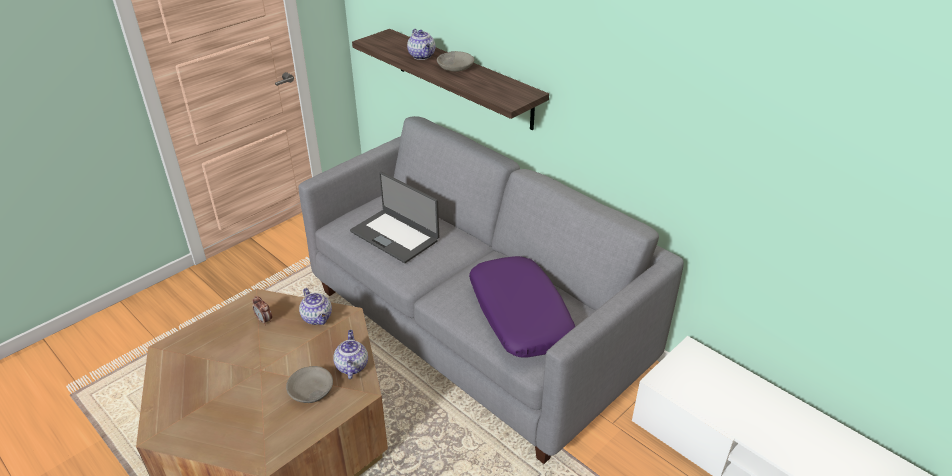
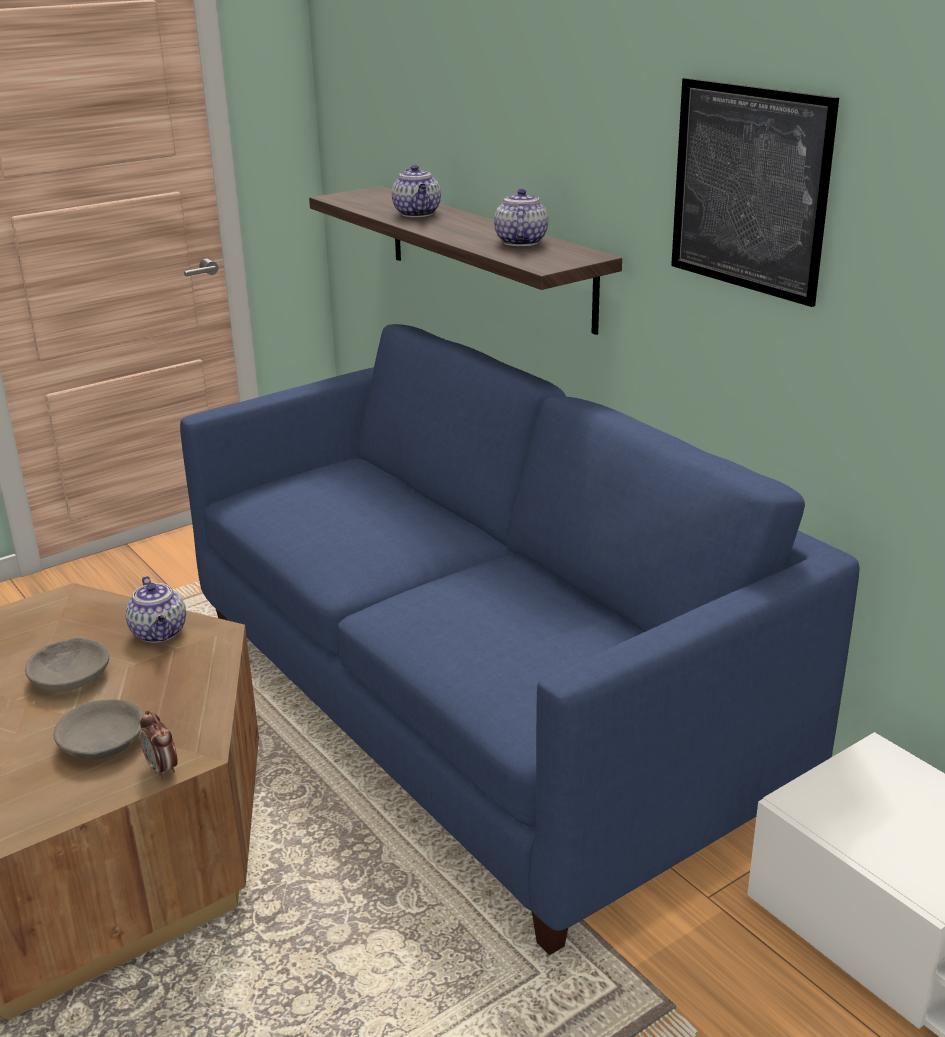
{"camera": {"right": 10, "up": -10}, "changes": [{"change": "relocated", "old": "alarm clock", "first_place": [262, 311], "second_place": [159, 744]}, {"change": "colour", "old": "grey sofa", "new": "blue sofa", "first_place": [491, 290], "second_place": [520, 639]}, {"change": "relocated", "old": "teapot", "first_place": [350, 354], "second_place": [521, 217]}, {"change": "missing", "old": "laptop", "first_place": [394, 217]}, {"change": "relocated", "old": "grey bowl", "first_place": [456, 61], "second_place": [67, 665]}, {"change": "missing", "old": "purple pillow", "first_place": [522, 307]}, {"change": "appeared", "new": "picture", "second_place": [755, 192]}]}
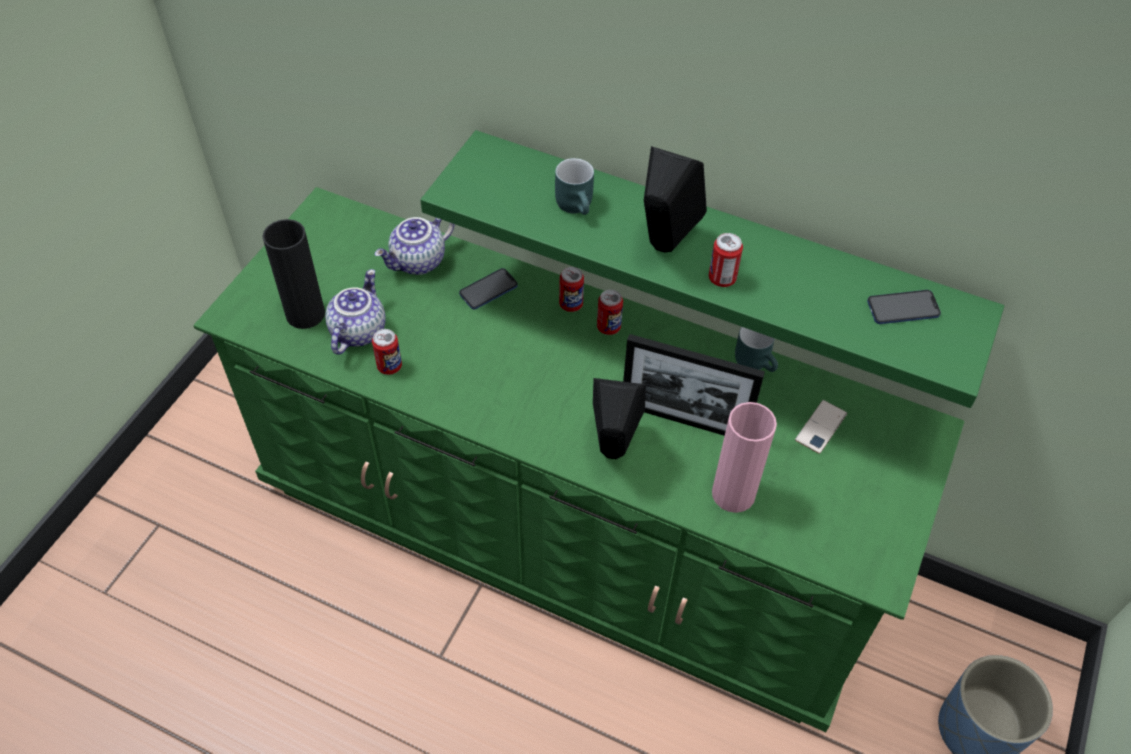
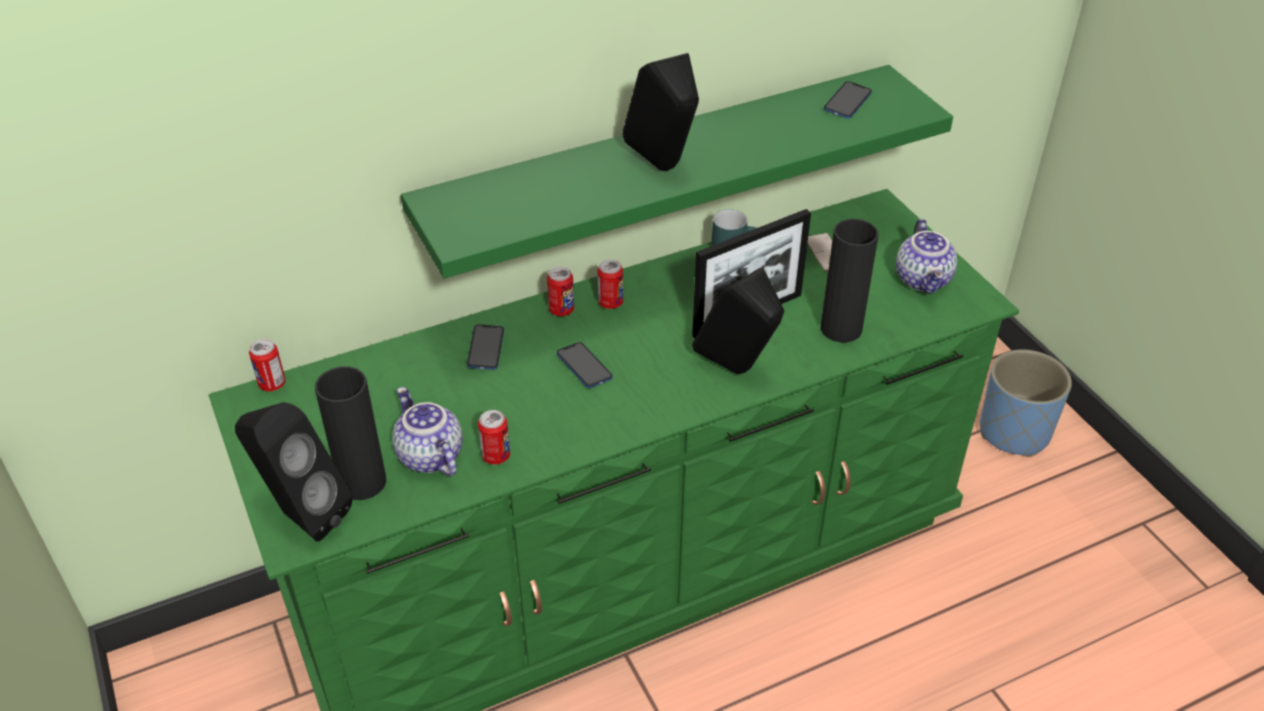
{"camera": {"right": -50, "up": -10}, "changes": [{"change": "relocated", "old": "teapot", "first_place": [414, 246], "second_place": [926, 256]}, {"change": "missing", "old": "turquoise mug", "first_place": [574, 186]}, {"change": "relocated", "old": "can", "first_place": [726, 260], "second_place": [267, 365]}, {"change": "colour", "old": "pink vase", "new": "black vase", "first_place": [744, 457], "second_place": [849, 281]}, {"change": "appeared", "new": "black speaker", "second_place": [294, 472]}, {"change": "appeared", "new": "phone", "second_place": [585, 365]}]}
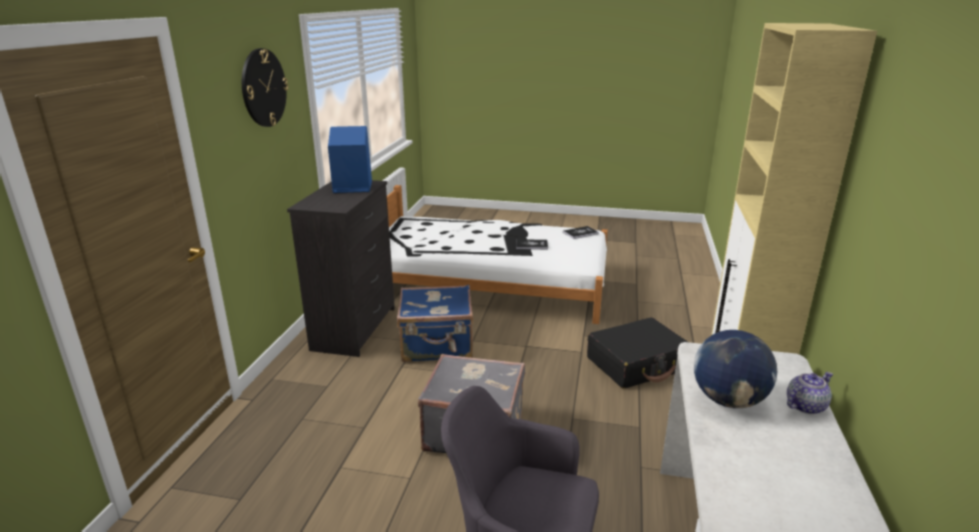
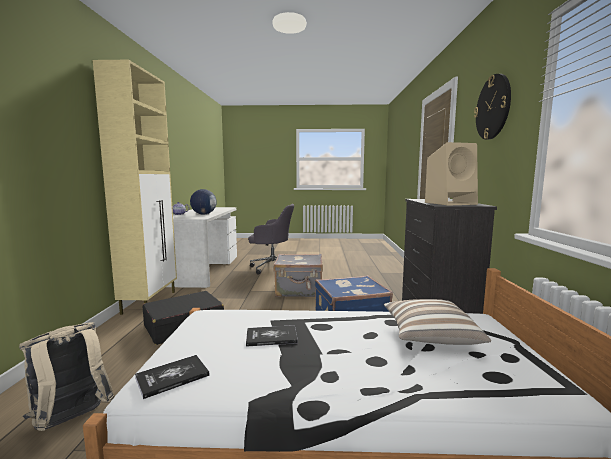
{"camera": {"right": 170, "up": -15}, "changes": [{"change": "colour", "old": "blue speaker", "new": "beige speaker", "first_place": [350, 159], "second_place": [451, 174]}, {"change": "appeared", "new": "beige backpack", "second_place": [67, 376]}, {"change": "appeared", "new": "pillow", "second_place": [437, 322]}]}
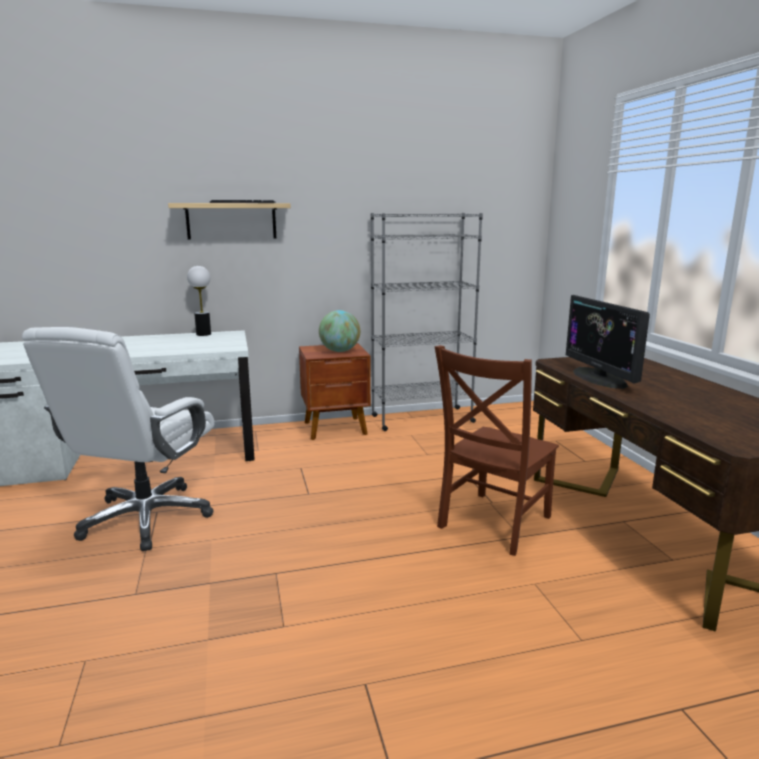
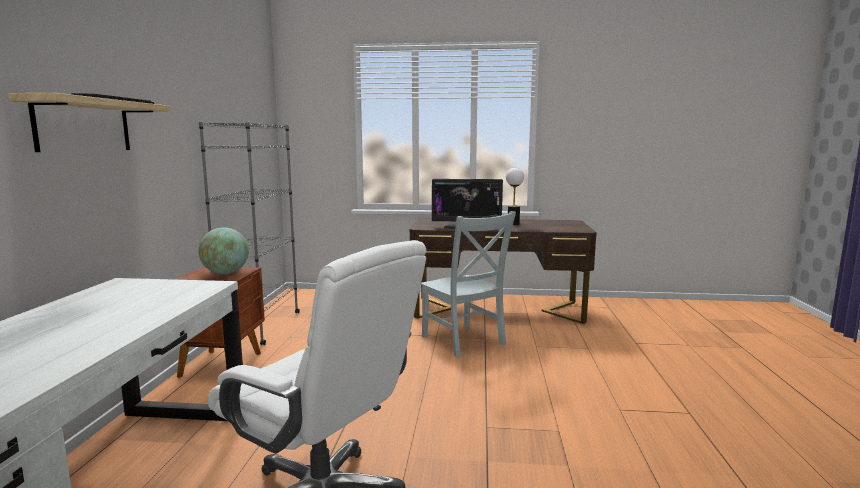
{"camera": {"right": -70, "up": -5}, "changes": [{"change": "relocated", "old": "table lamp", "first_place": [199, 301], "second_place": [515, 196]}, {"change": "colour", "old": "brown chair", "new": "grey chair", "first_place": [497, 450], "second_place": [468, 284]}]}
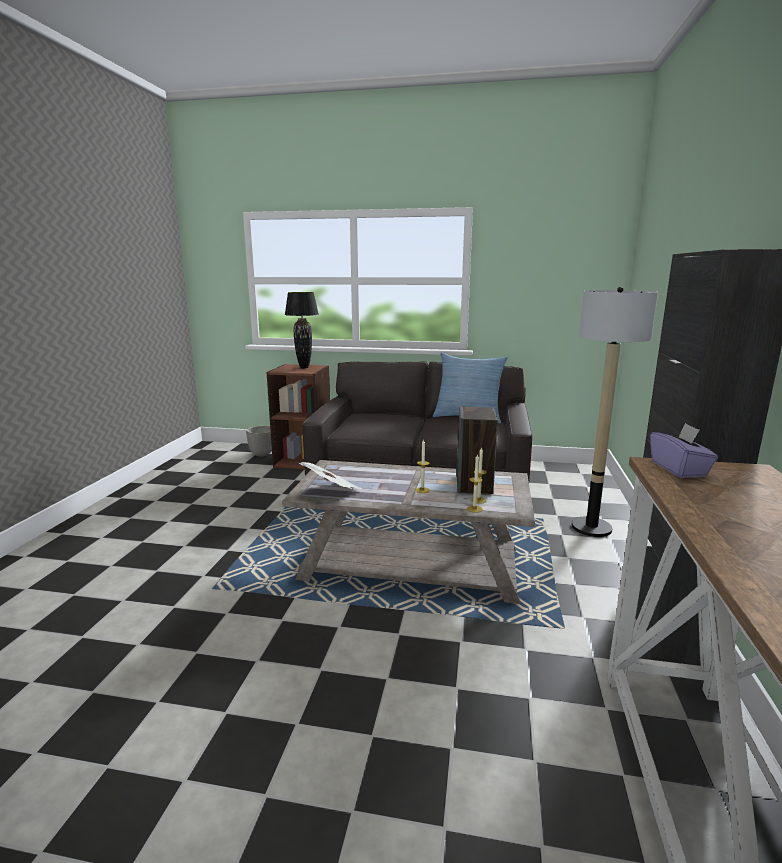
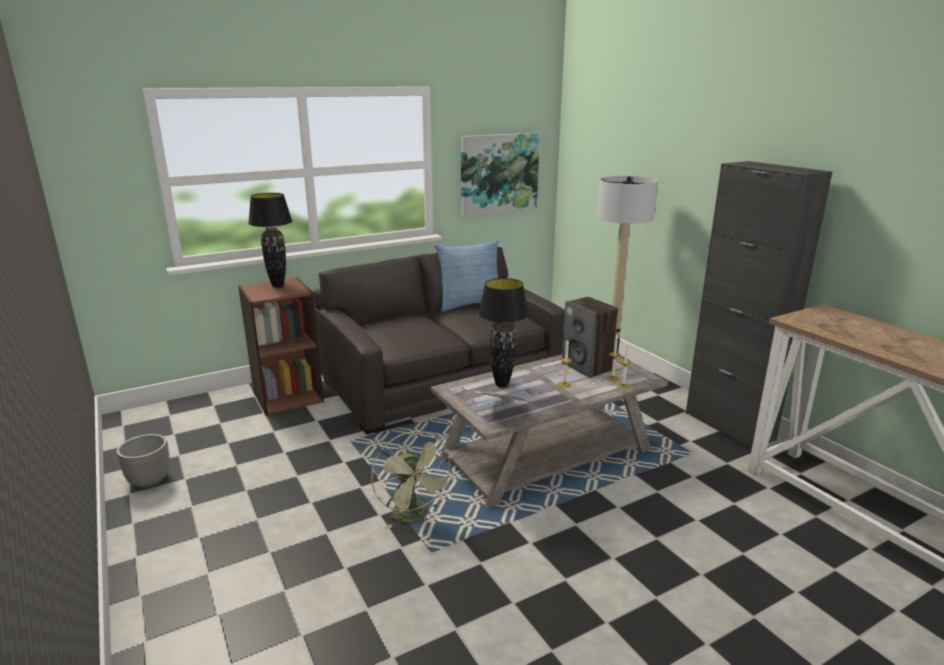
{"camera": {"right": -40, "up": 5}, "changes": [{"change": "relocated", "old": "planter", "first_place": [259, 441], "second_place": [143, 461]}, {"change": "missing", "old": "purple tissue box", "first_place": [684, 450]}, {"change": "appeared", "new": "green fan", "second_place": [412, 480]}, {"change": "appeared", "new": "picture", "second_place": [500, 174]}, {"change": "appeared", "new": "black table lamp", "second_place": [503, 332]}]}
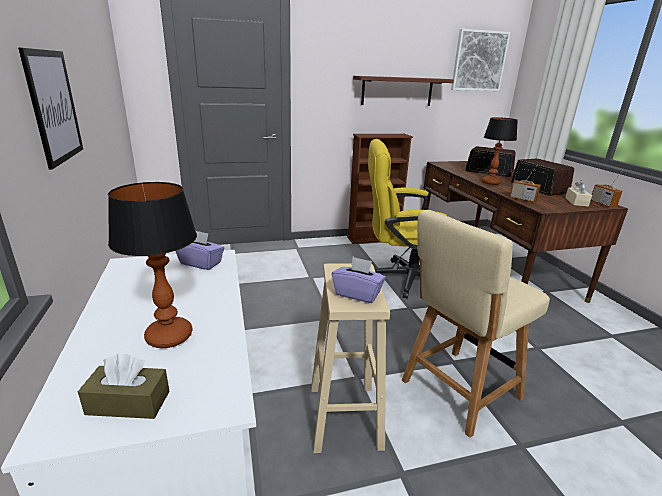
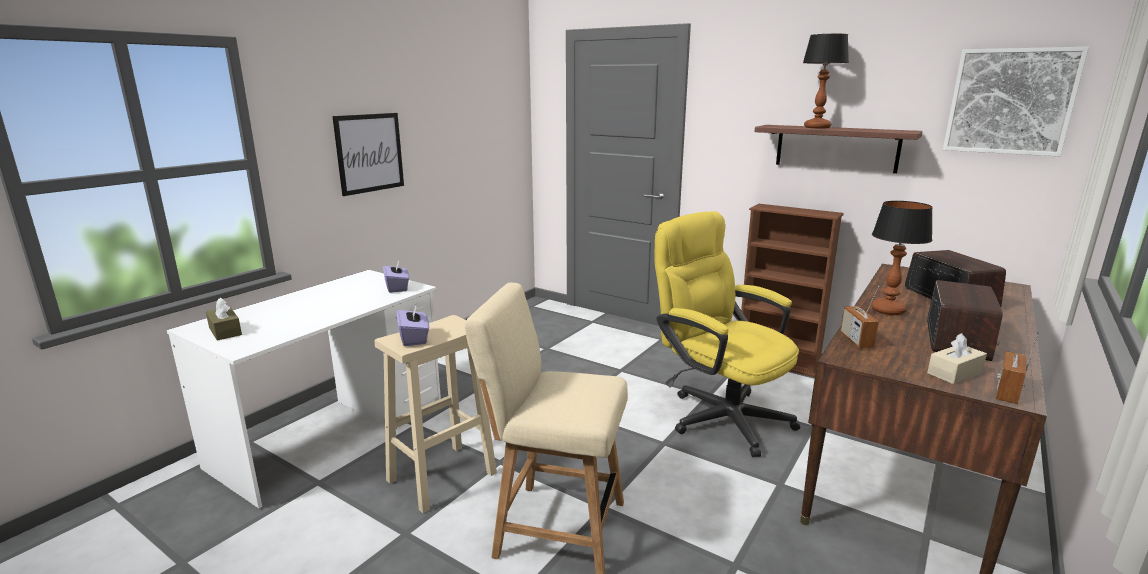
{"camera": {"right": 50, "up": -5}, "changes": [{"change": "relocated", "old": "table lamp", "first_place": [152, 265], "second_place": [826, 81]}]}
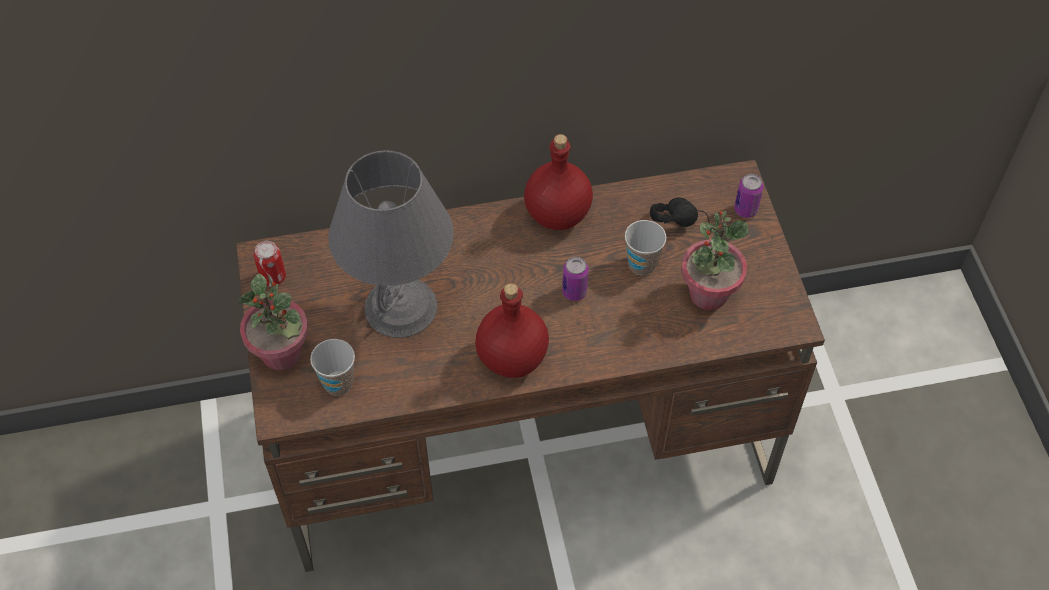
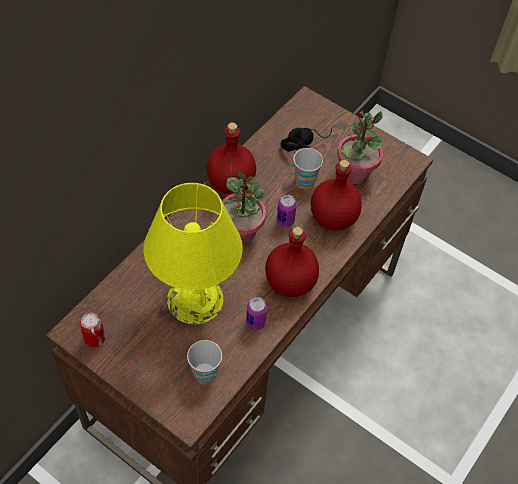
{"camera": {"right": -45, "up": 0}, "changes": [{"change": "relocated", "old": "potted plant", "first_place": [273, 322], "second_place": [242, 208]}, {"change": "colour", "old": "grey table lamp", "new": "yellow table lamp", "first_place": [391, 244], "second_place": [193, 253]}, {"change": "relocated", "old": "can", "first_place": [748, 196], "second_place": [256, 313]}, {"change": "appeared", "new": "red bottle", "second_place": [336, 195]}]}
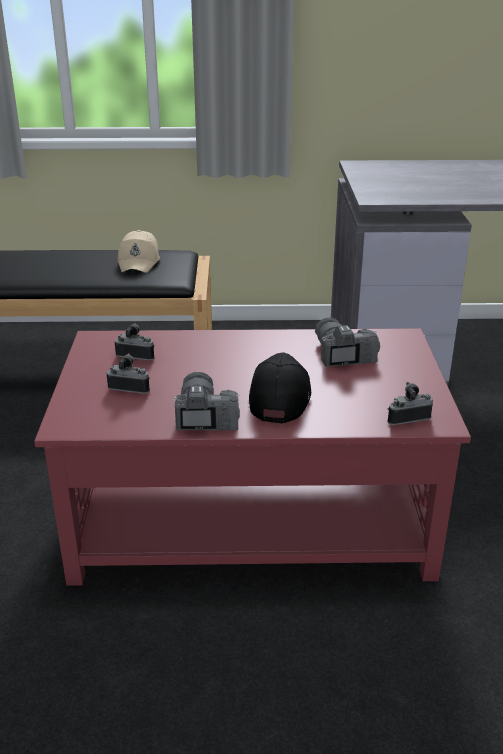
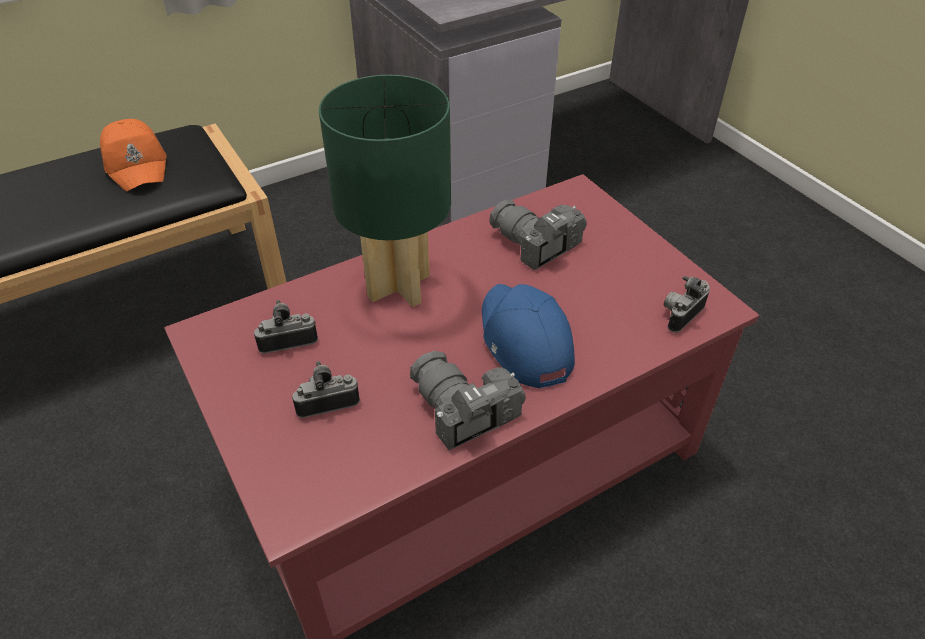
{"camera": {"right": -30, "up": 15}, "changes": [{"change": "colour", "old": "beige cap", "new": "orange cap", "first_place": [139, 251], "second_place": [133, 155]}, {"change": "colour", "old": "black cap", "new": "blue cap", "first_place": [280, 388], "second_place": [528, 336]}, {"change": "appeared", "new": "green table lamp", "second_place": [385, 191]}]}
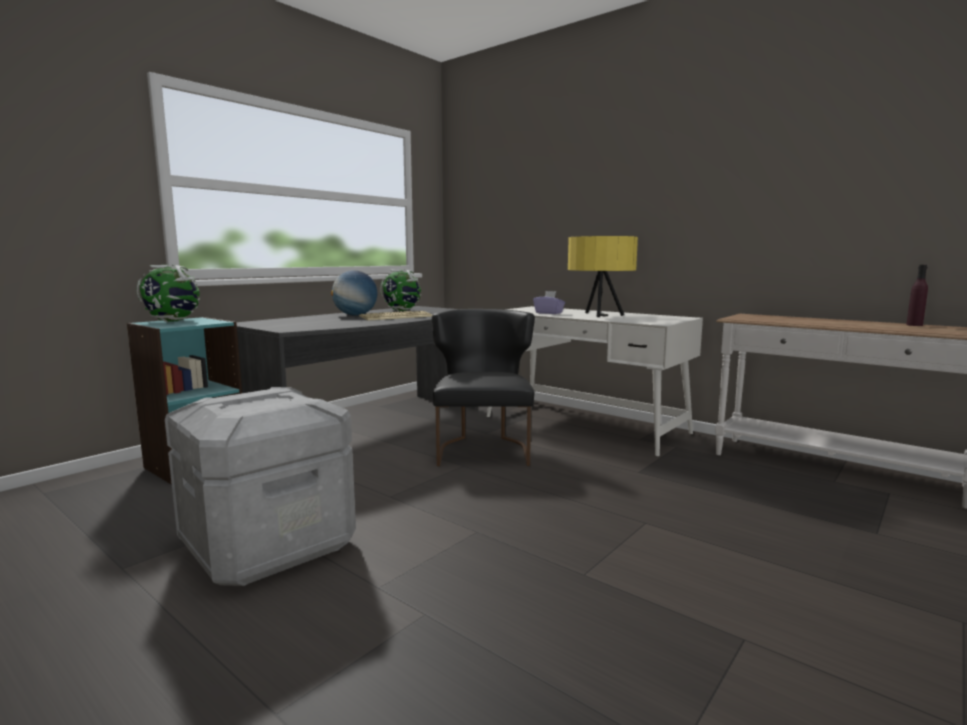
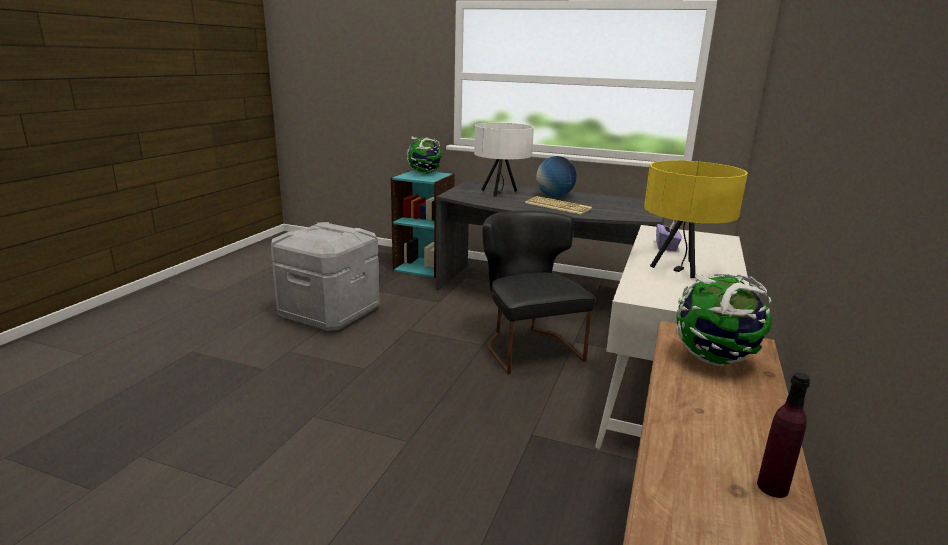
{"camera": {"right": 70, "up": 10}, "changes": [{"change": "relocated", "old": "globe", "first_place": [400, 290], "second_place": [724, 319]}, {"change": "spun", "old": "black chair", "first_place": [483, 387], "second_place": [539, 292], "degrees": -90}, {"change": "appeared", "new": "white table lamp", "second_place": [504, 160]}]}
